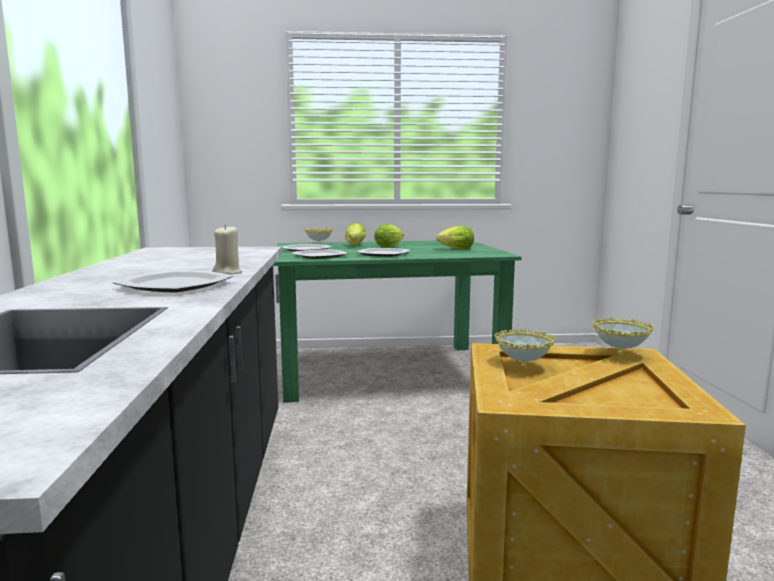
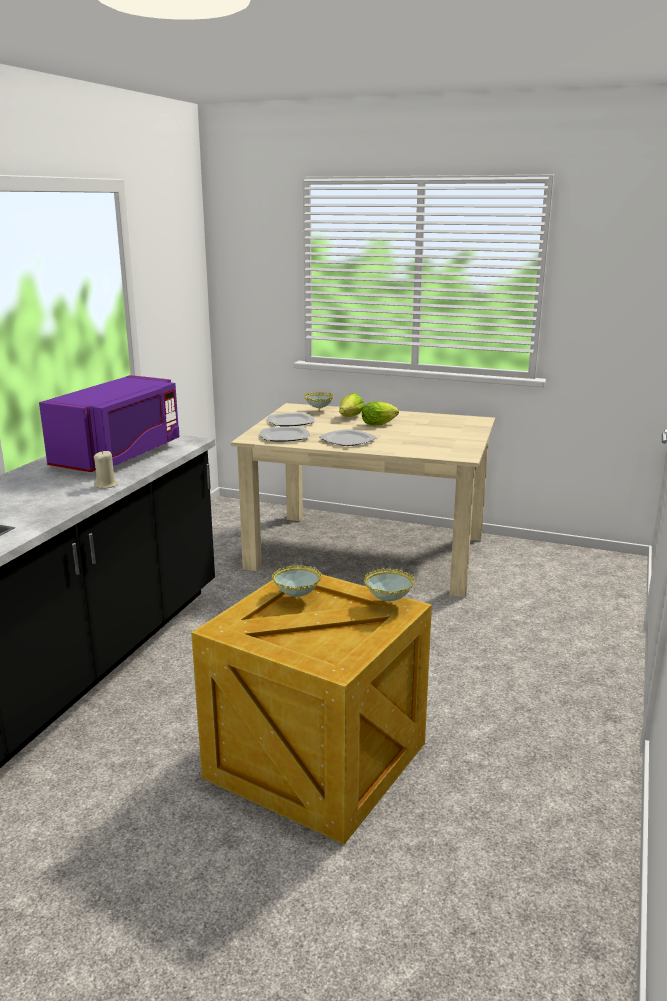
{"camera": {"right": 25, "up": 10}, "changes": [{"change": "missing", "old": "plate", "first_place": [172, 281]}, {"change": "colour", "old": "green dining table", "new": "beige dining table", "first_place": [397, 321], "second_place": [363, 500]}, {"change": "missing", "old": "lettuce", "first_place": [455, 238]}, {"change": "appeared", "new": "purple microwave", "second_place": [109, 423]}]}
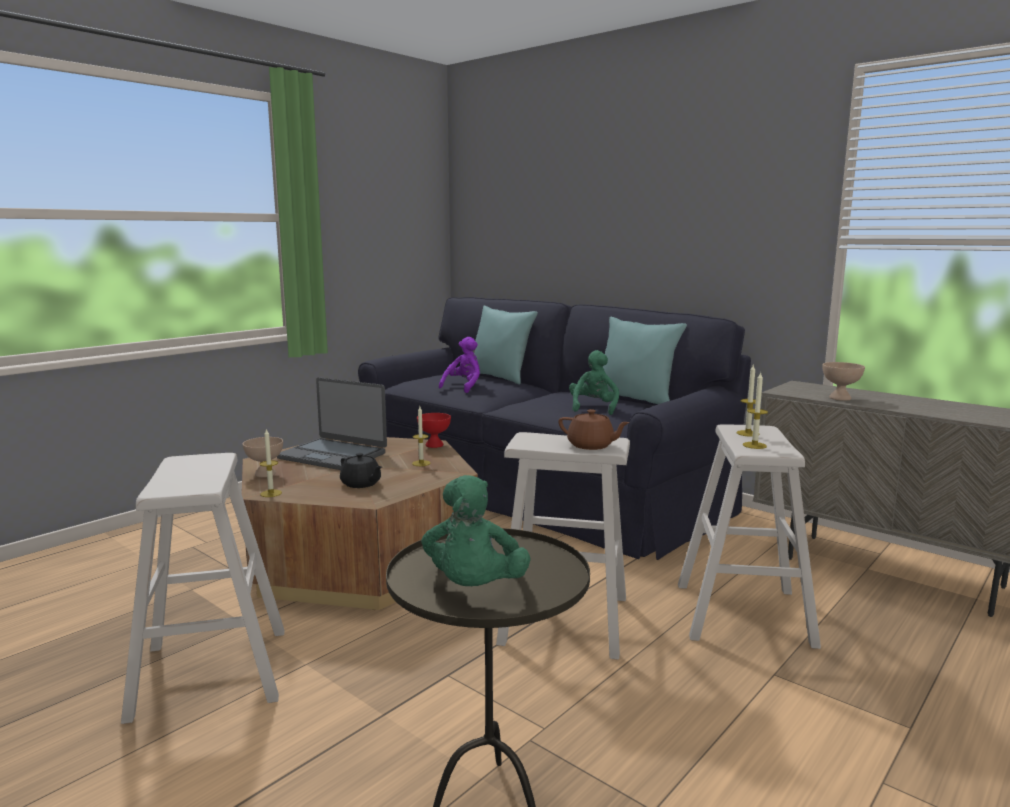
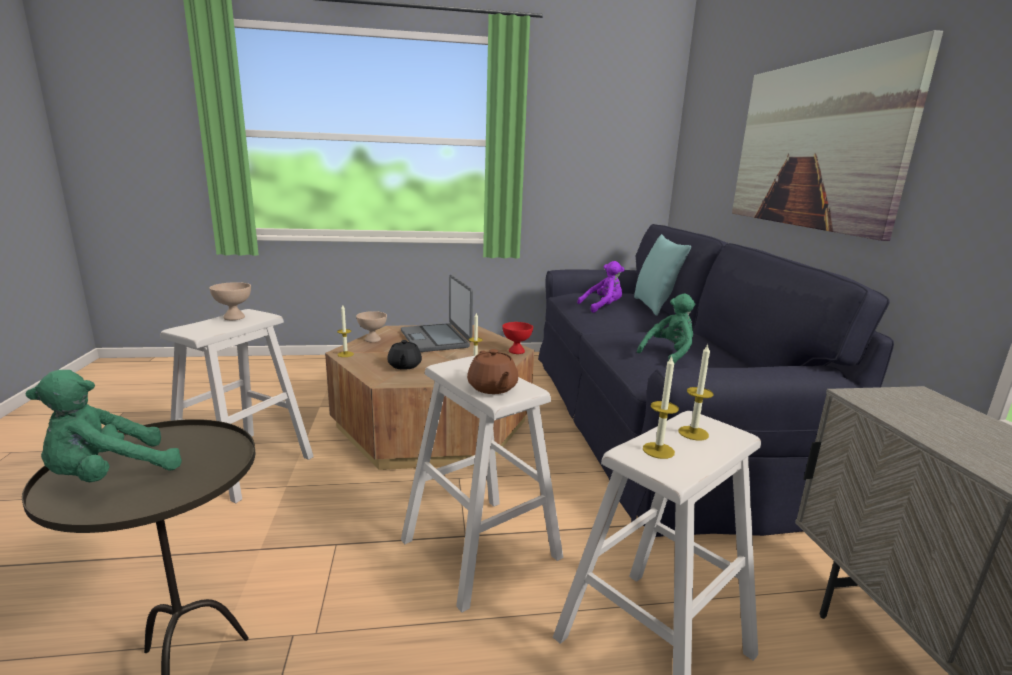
{"camera": {"right": 40, "up": 5}, "changes": [{"change": "missing", "old": "turquoise pillow", "first_place": [645, 360]}, {"change": "relocated", "old": "beige bowl", "first_place": [843, 381], "second_place": [230, 301]}, {"change": "appeared", "new": "picture", "second_place": [837, 135]}]}
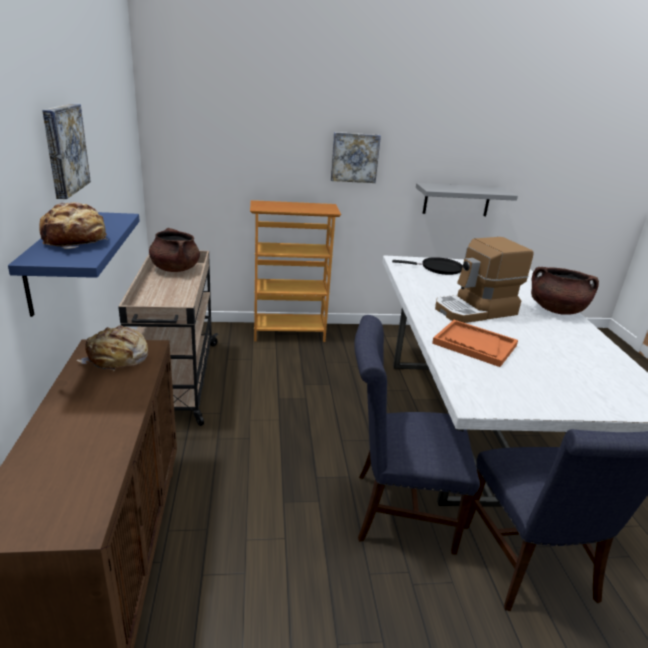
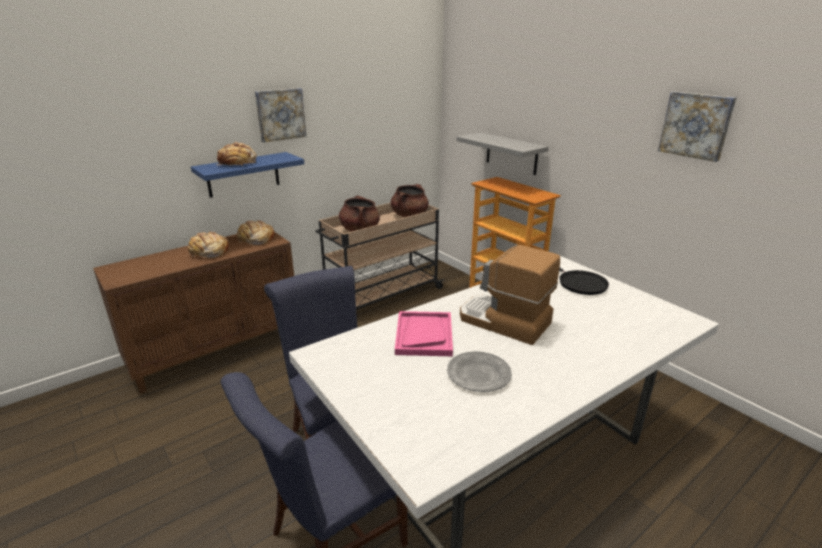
{"camera": {"right": 60, "up": 0}, "changes": [{"change": "relocated", "old": "picture", "first_place": [355, 157], "second_place": [697, 126]}, {"change": "relocated", "old": "grey shelf", "first_place": [467, 199], "second_place": [502, 153]}, {"change": "colour", "old": "orange tray", "new": "pink tray", "first_place": [475, 343], "second_place": [424, 333]}, {"change": "relocated", "old": "brown cooking pot", "first_place": [565, 291], "second_place": [359, 213]}, {"change": "appeared", "new": "bread", "second_place": [208, 245]}, {"change": "appeared", "new": "grey plate", "second_place": [479, 371]}]}
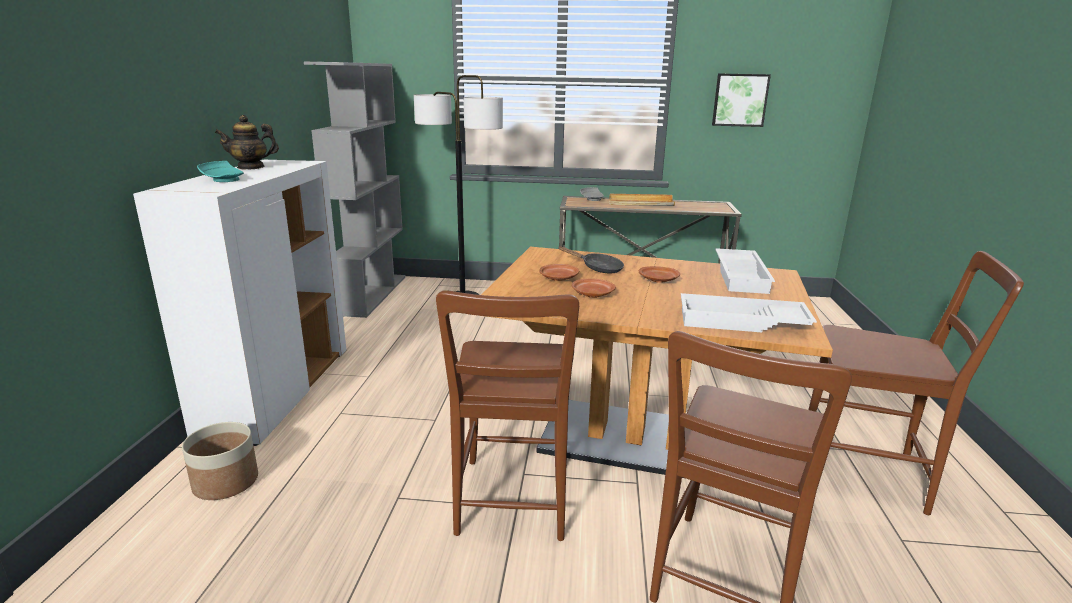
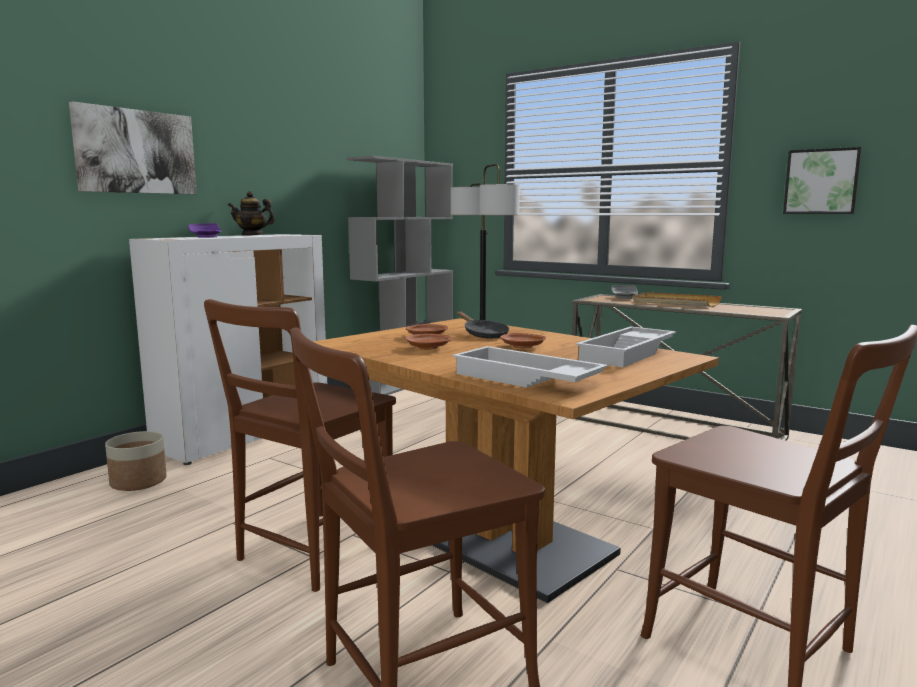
{"camera": {"right": 30, "up": -10}, "changes": [{"change": "colour", "old": "turquoise plate", "new": "purple plate", "first_place": [220, 171], "second_place": [205, 230]}, {"change": "appeared", "new": "picture", "second_place": [133, 147]}]}
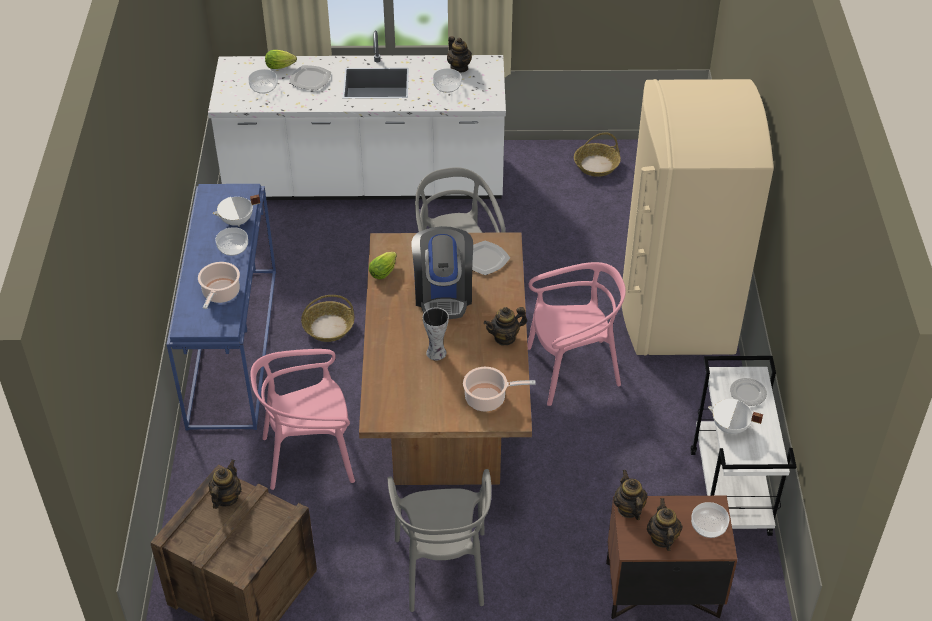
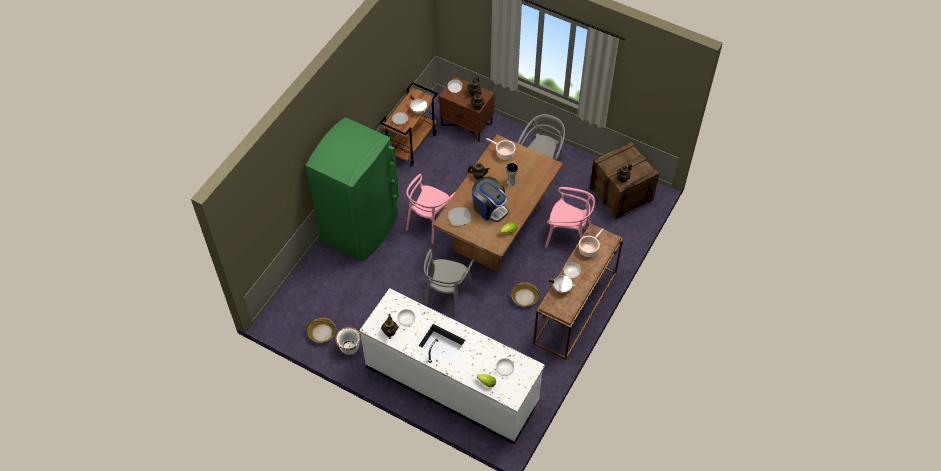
{"camera": {"right": -150, "up": 10}, "changes": [{"change": "colour", "old": "blue console table", "new": "brown console table", "first_place": [221, 307], "second_place": [578, 292]}, {"change": "missing", "old": "plate", "first_place": [310, 77]}, {"change": "spun", "old": "coffee machine", "first_place": [442, 272], "second_place": [490, 199], "degrees": 105}, {"change": "spun", "old": "pink chair", "first_place": [576, 334], "second_place": [430, 209], "degrees": -75}, {"change": "colour", "old": "beige fridge", "new": "green fridge", "first_place": [698, 217], "second_place": [352, 189]}, {"change": "colour", "old": "white cart", "new": "brown cart", "first_place": [744, 446], "second_place": [409, 124]}, {"change": "appeared", "new": "white planter", "second_place": [348, 341]}]}
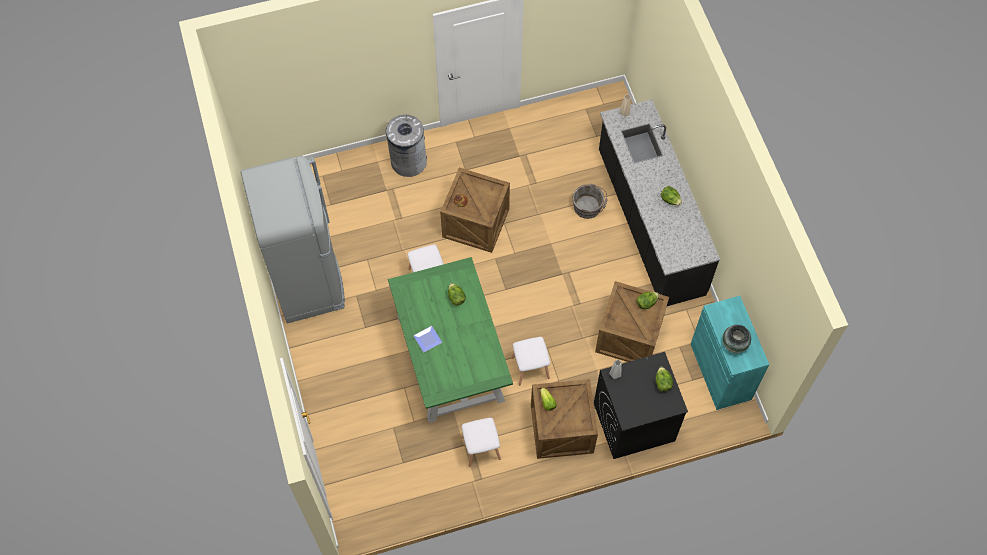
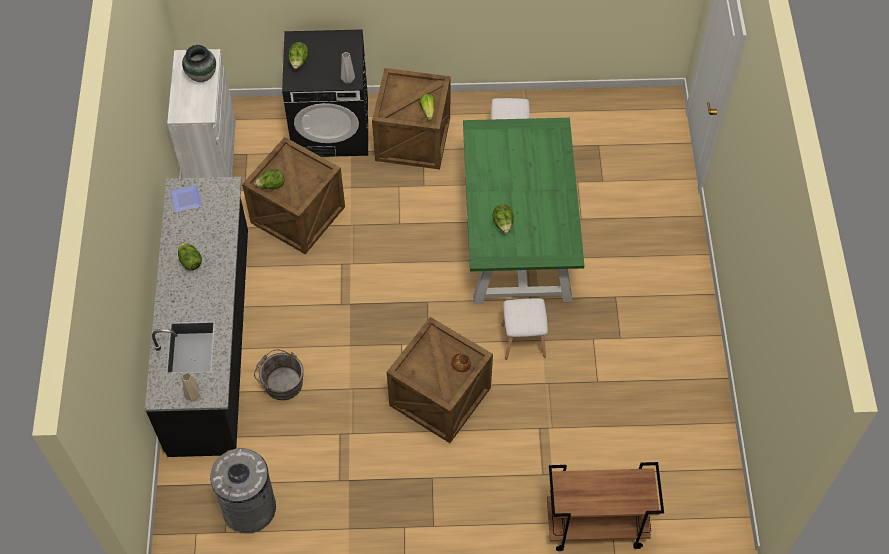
{"camera": {"right": -165, "up": -5}, "changes": [{"change": "missing", "old": "grey fridge", "first_place": [293, 239]}, {"change": "relocated", "old": "grey trash can", "first_place": [406, 145], "second_place": [243, 490]}, {"change": "relocated", "old": "plate", "first_place": [427, 339], "second_place": [186, 198]}, {"change": "missing", "old": "white stool", "first_place": [530, 361]}, {"change": "colour", "old": "turquoise cabinet", "new": "white cabinet", "first_place": [730, 353], "second_place": [201, 113]}, {"change": "appeared", "new": "brown cart", "second_place": [605, 506]}]}
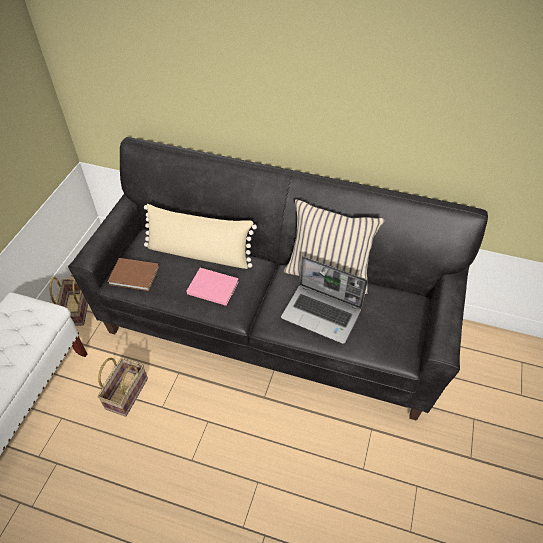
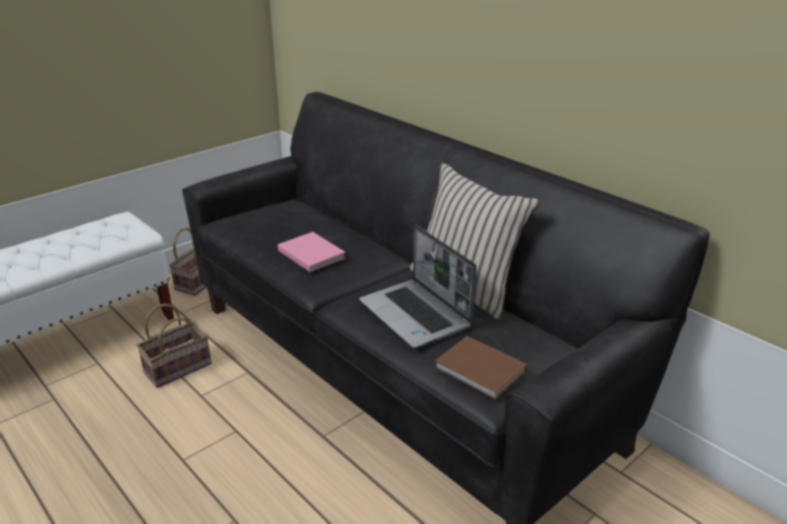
{"camera": {"right": 30, "up": -20}, "changes": [{"change": "relocated", "old": "brown book", "first_place": [133, 274], "second_place": [481, 368]}, {"change": "missing", "old": "beige pillow", "first_place": [200, 236]}]}
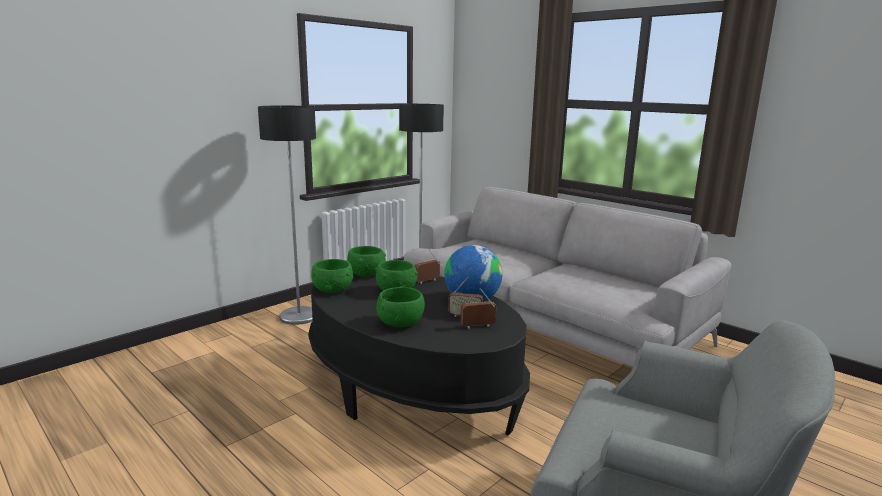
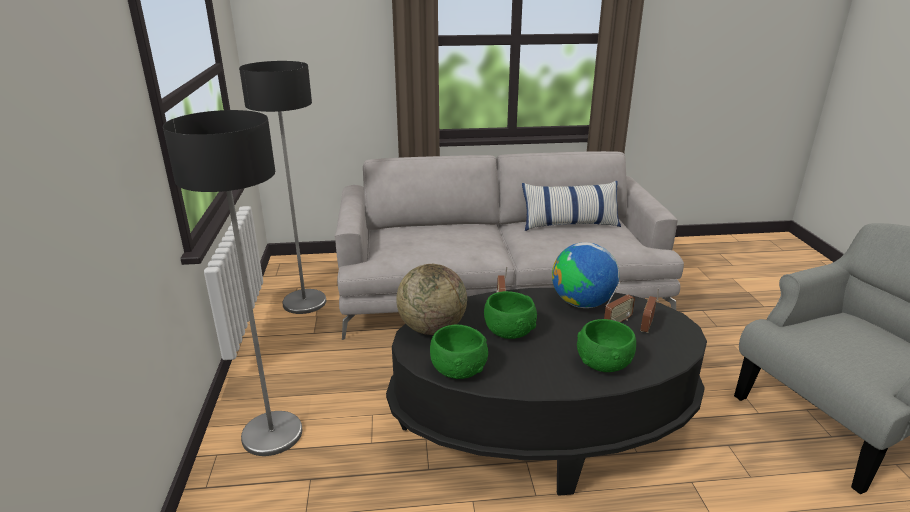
{"camera": {"right": -50, "up": 10}, "changes": [{"change": "exchanged", "old": "green bowl", "new": "globe", "first_place": [366, 261], "second_place": [431, 299]}, {"change": "appeared", "new": "pillow", "second_place": [571, 206]}]}
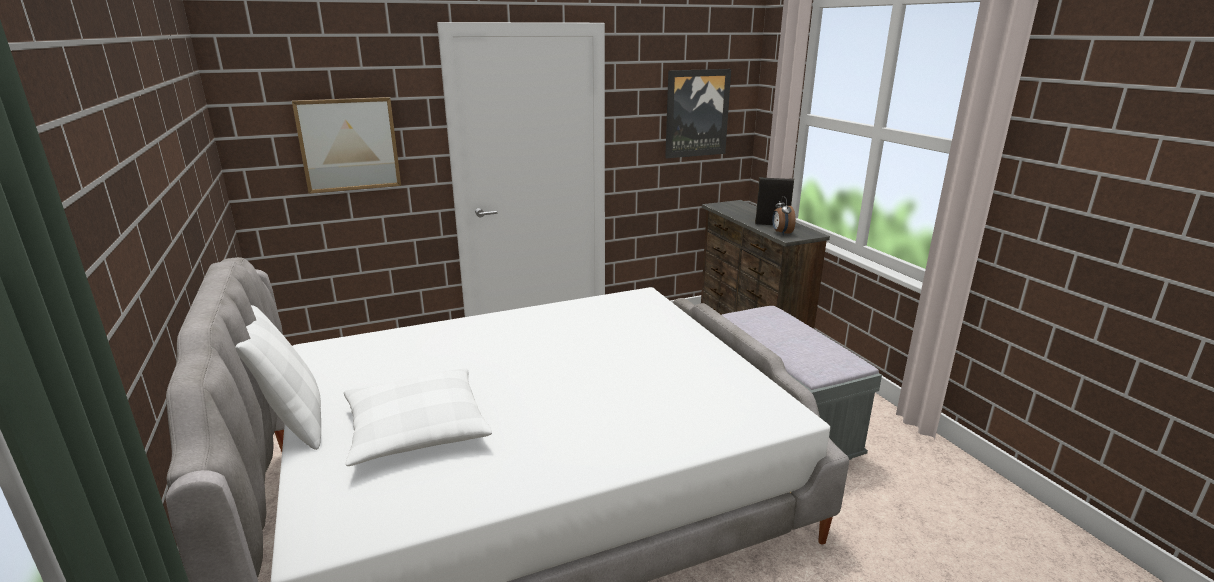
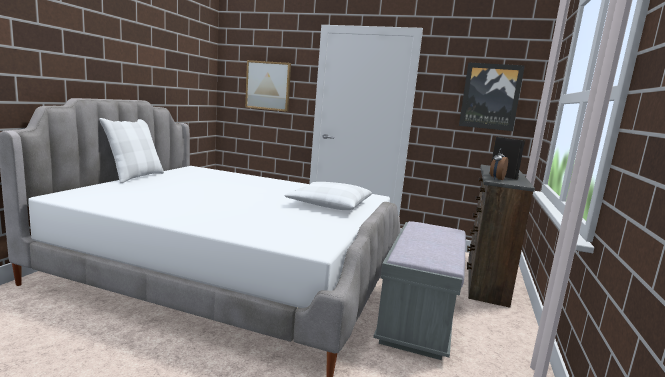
{"camera": {"right": 40, "up": -10}, "changes": [{"change": "relocated", "old": "white pillow", "first_place": [418, 417], "second_place": [328, 196]}]}
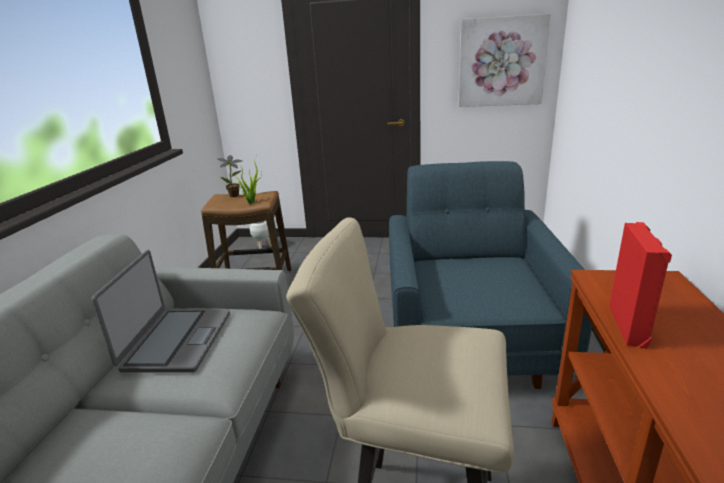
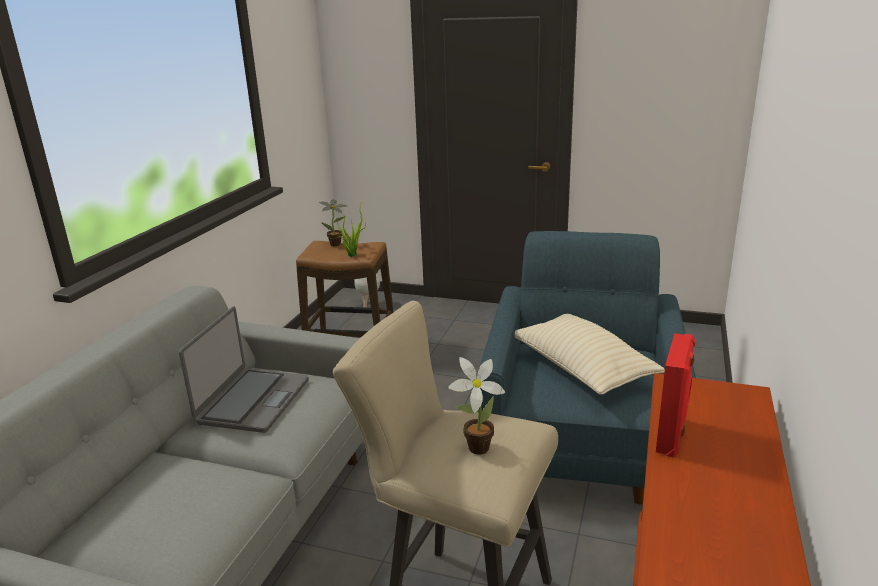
{"camera": {"right": 10, "up": 0}, "changes": [{"change": "missing", "old": "picture", "first_place": [504, 60]}, {"change": "appeared", "new": "potted plant", "second_place": [476, 406]}, {"change": "appeared", "new": "beige pillow", "second_place": [590, 354]}]}
